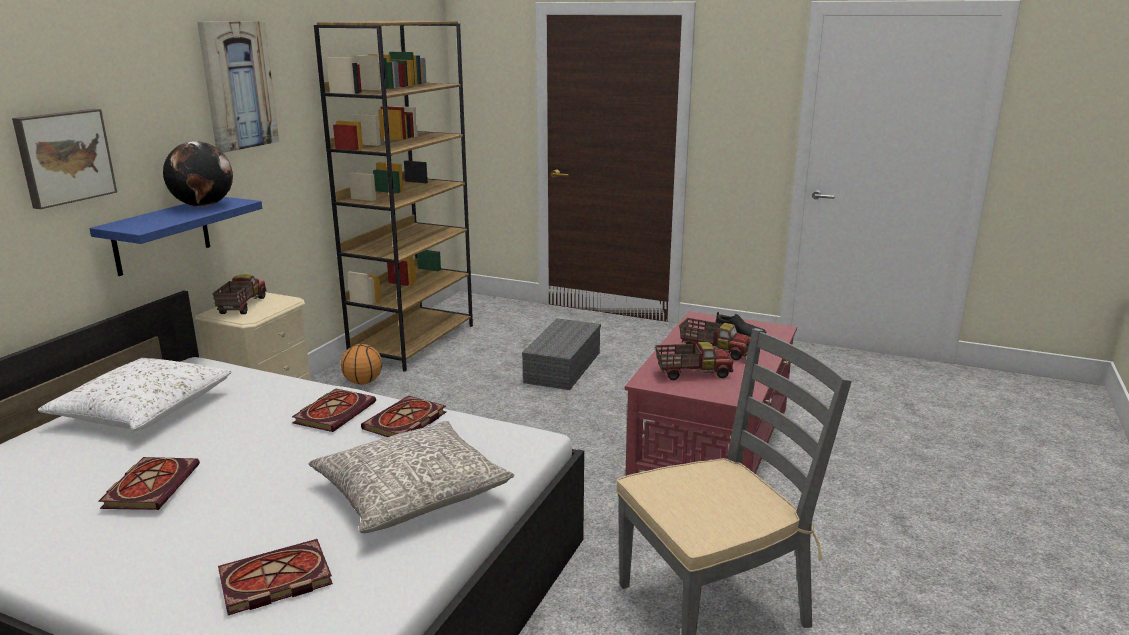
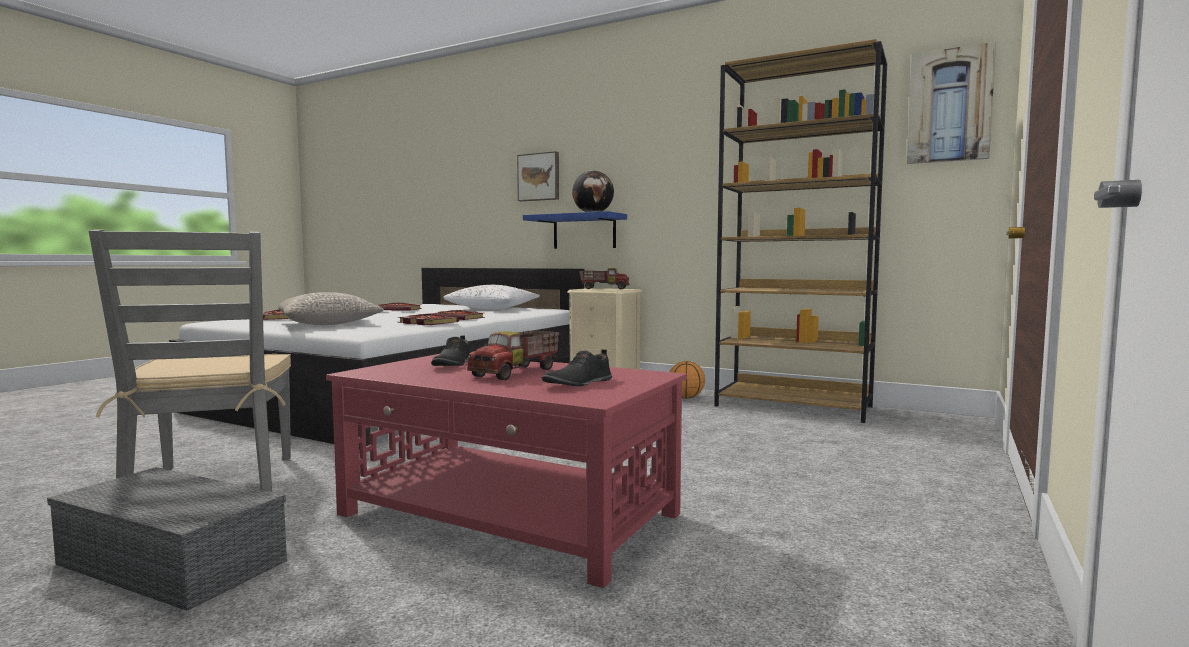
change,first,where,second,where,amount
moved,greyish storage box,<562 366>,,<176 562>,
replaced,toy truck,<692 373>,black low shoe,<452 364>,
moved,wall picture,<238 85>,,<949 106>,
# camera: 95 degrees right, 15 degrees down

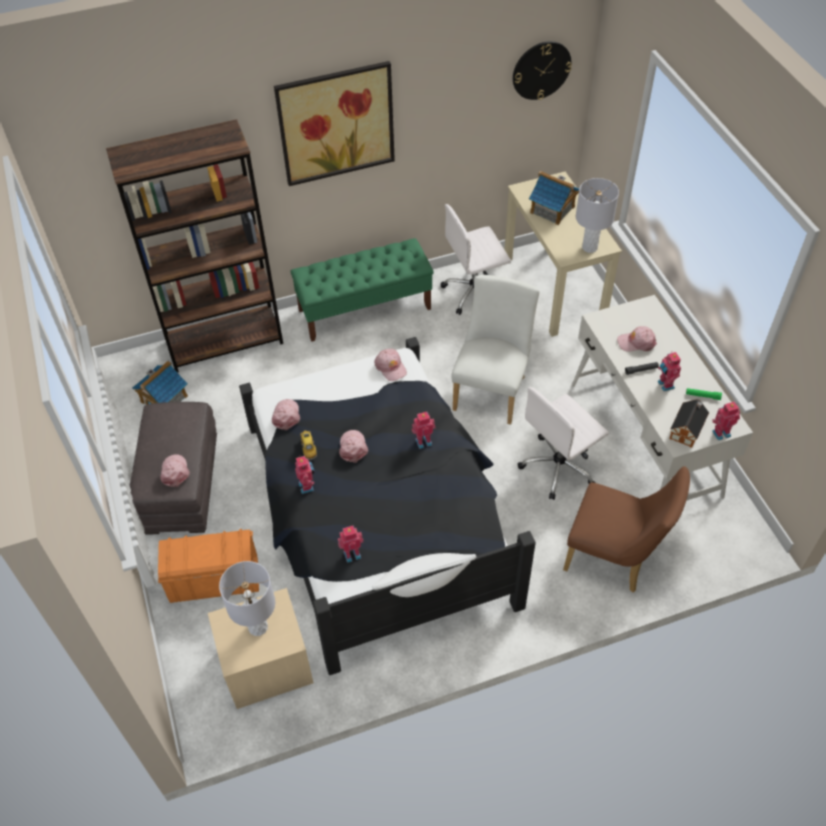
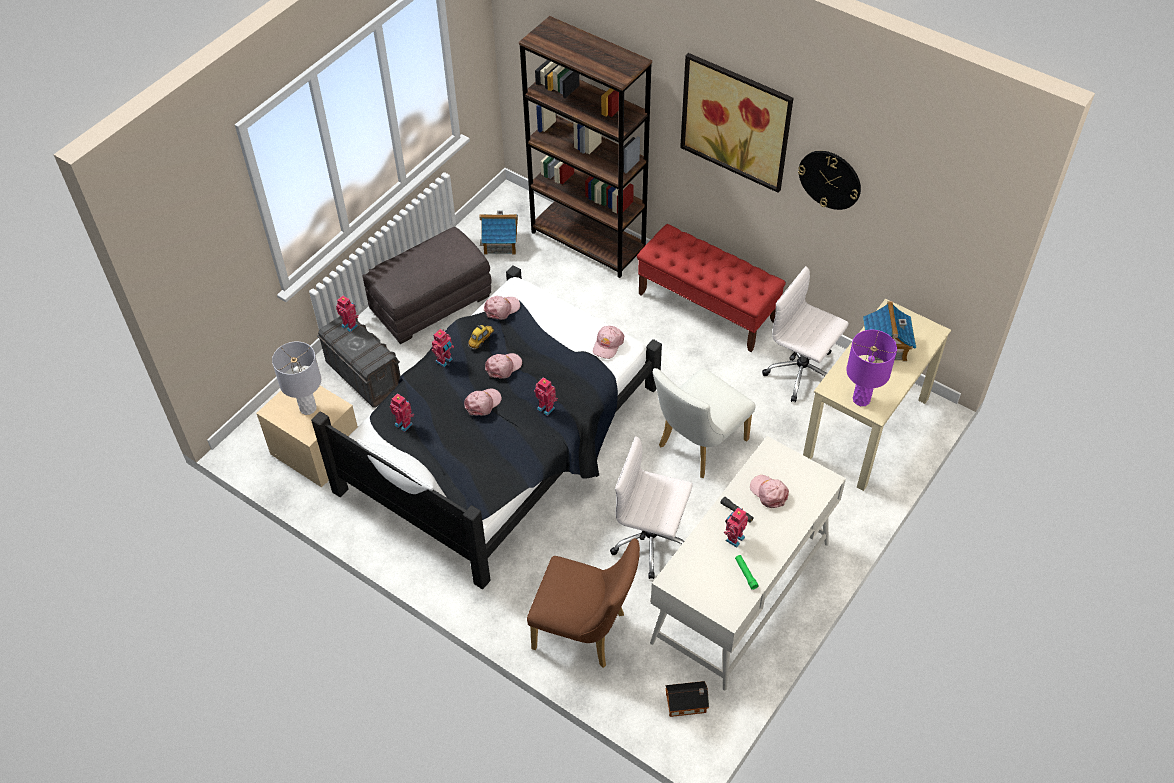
change,first,where,second,where,amount
recoloured,orange-coloured storage box,<214 580>,greyish storage box,<364 375>,
moved,model robot,<720 432>,,<350 325>,
moved,pinkish baseball cap,<175 472>,,<483 403>,
turned,brown chair,<614 558>,,<586 632>,60 degrees counterclockwise
recoloured,greenish bench,<365 309>,red-coloured bench,<707 307>,
turned,white-coloured chair,<492 389>,,<697 446>,150 degrees clockwise
moved,miniature house,<687 429>,,<687 703>,
moved,hanging clock,<541 70>,,<830 179>,
recoloured,greyish lamp for a table,<590 247>,purple lamp for a table,<861 399>,
# camera: 55 degrees right, 0 degrees up

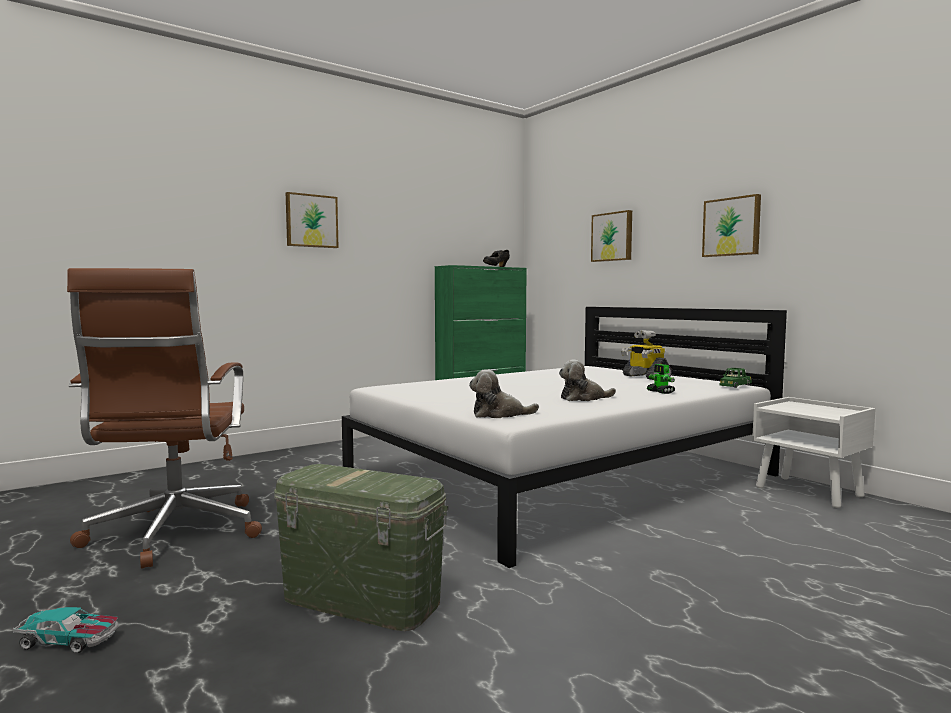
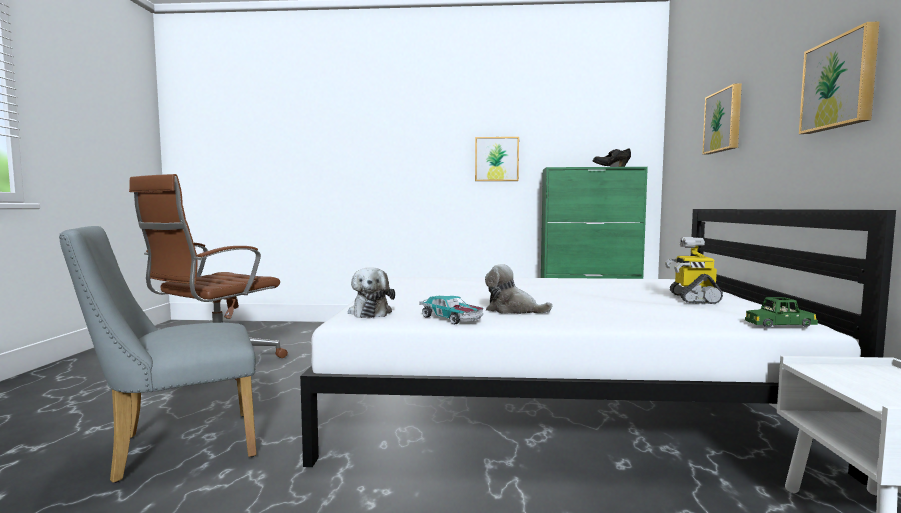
change,first,where,second,where,amount
replaced,greenish storage box,<360 600>,greyish chair,<175 448>,
turned,plush toy,<499 414>,,<370 312>,135 degrees counterclockwise
moved,model car,<69 640>,,<451 318>,
moved,wall picture,<311 221>,,<496 159>,
removed,model robot,<660 392>,,,
# camera: 40 degrees right, 0 degrees up

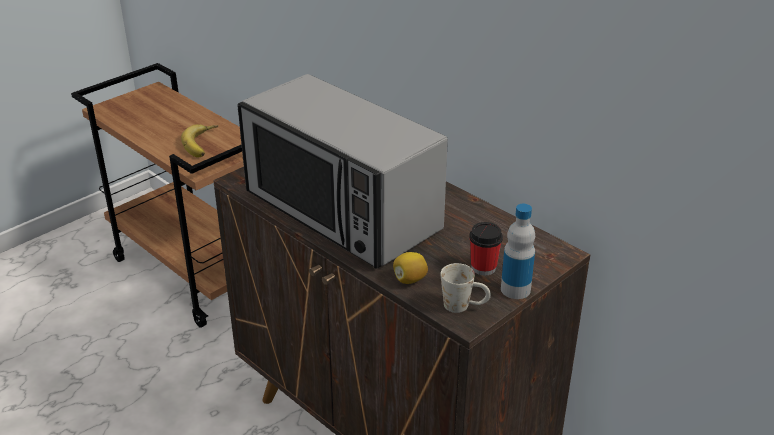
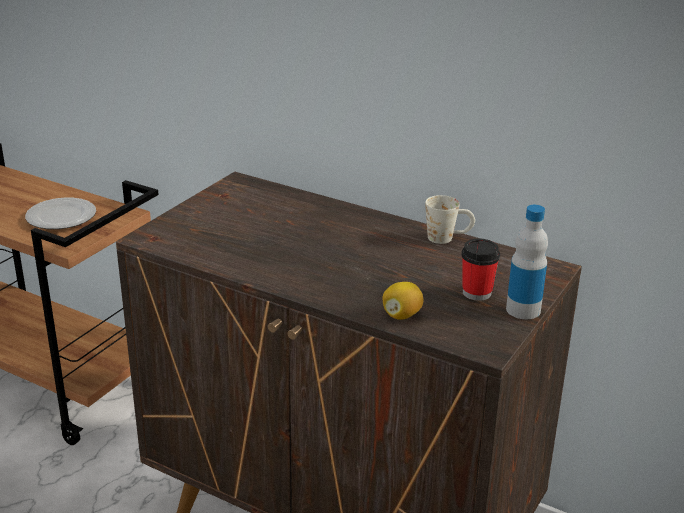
change,first,where,second,where,amount
replaced,whole banana,<204 144>,plate,<62 217>,
moved,white-coloured tea mug,<464 306>,,<448 238>,
removed,microwave,<341 212>,,,
# camera: 15 degrees left, 5 degrees down

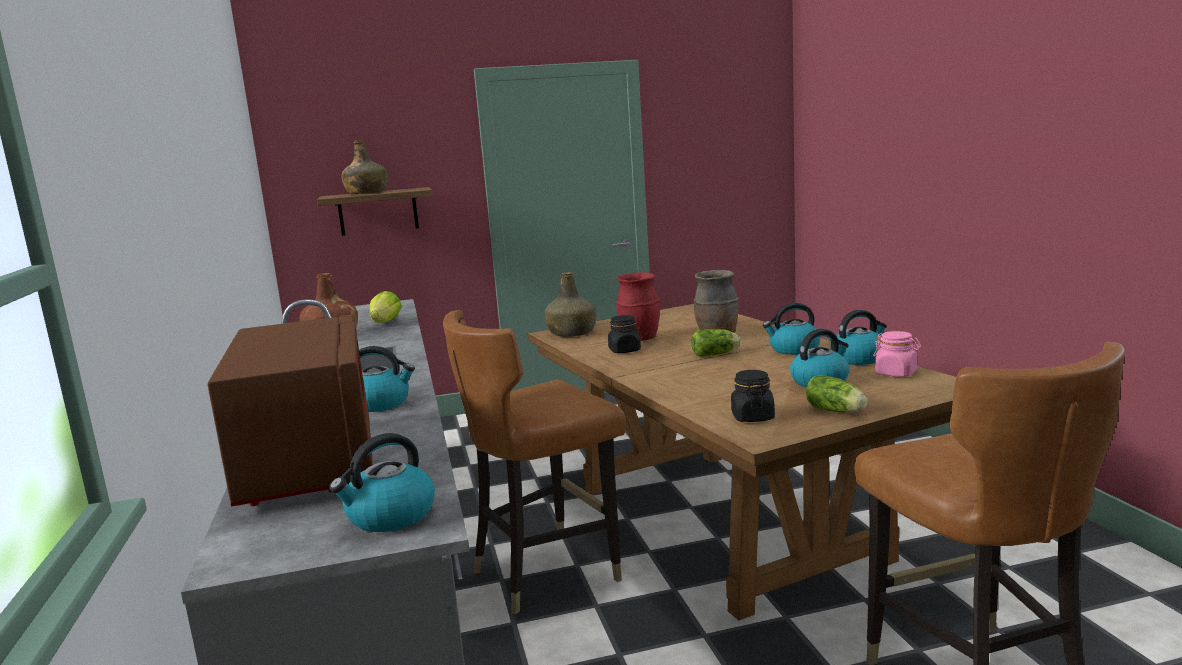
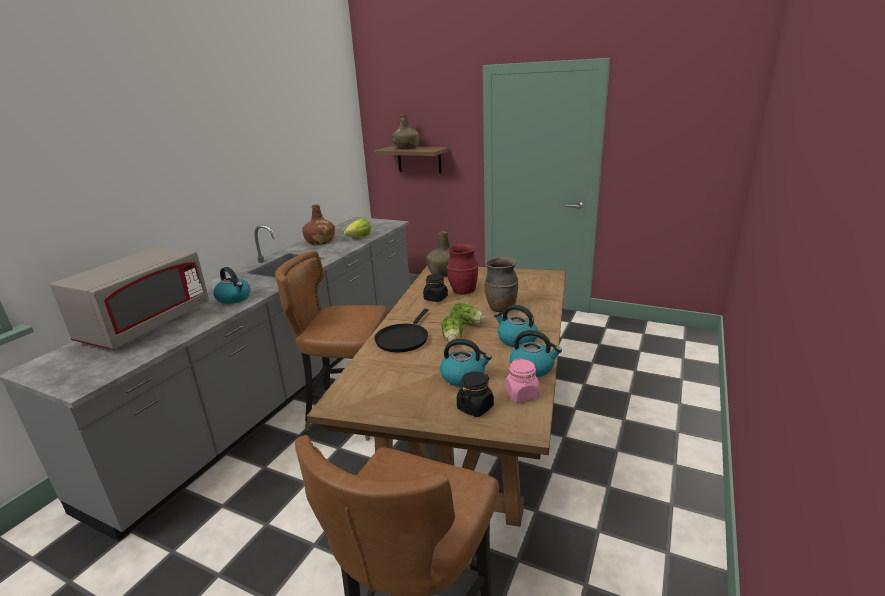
change,first,where,second,where,amount
recoloured,brown microwave,<310 461>,greyish microwave,<147 324>,
added,,,black pan,<403 339>,
moved,head of lettuce,<837 411>,,<452 339>,
moved,black jar,<752 417>,,<475 407>,
removed,kettle,<390 516>,,,
# camera: 40 degrees right, 10 degrees up

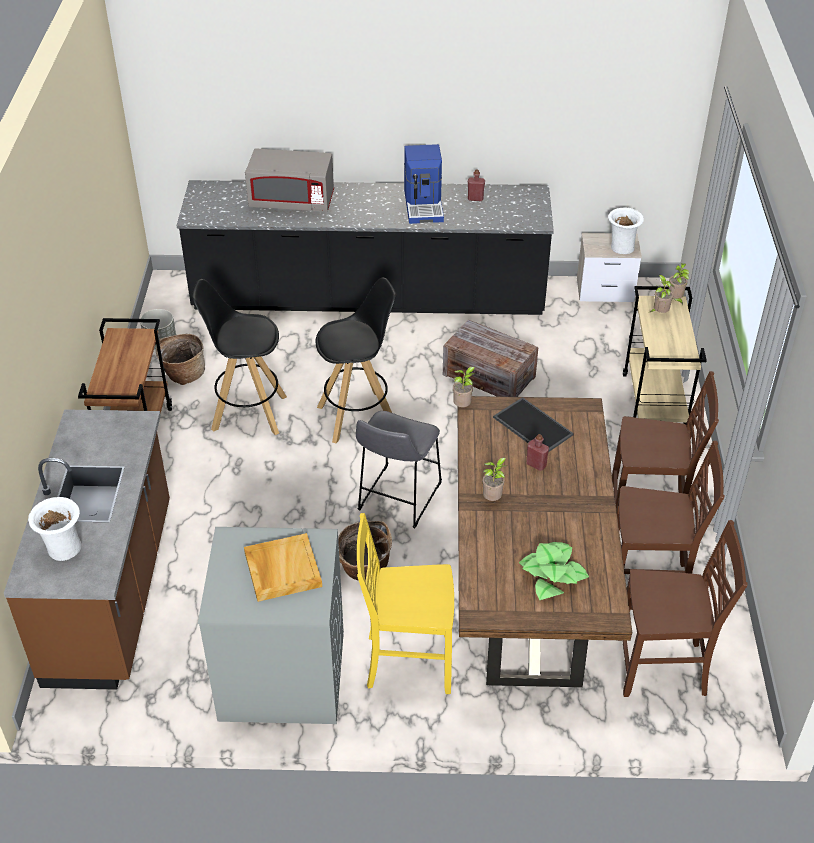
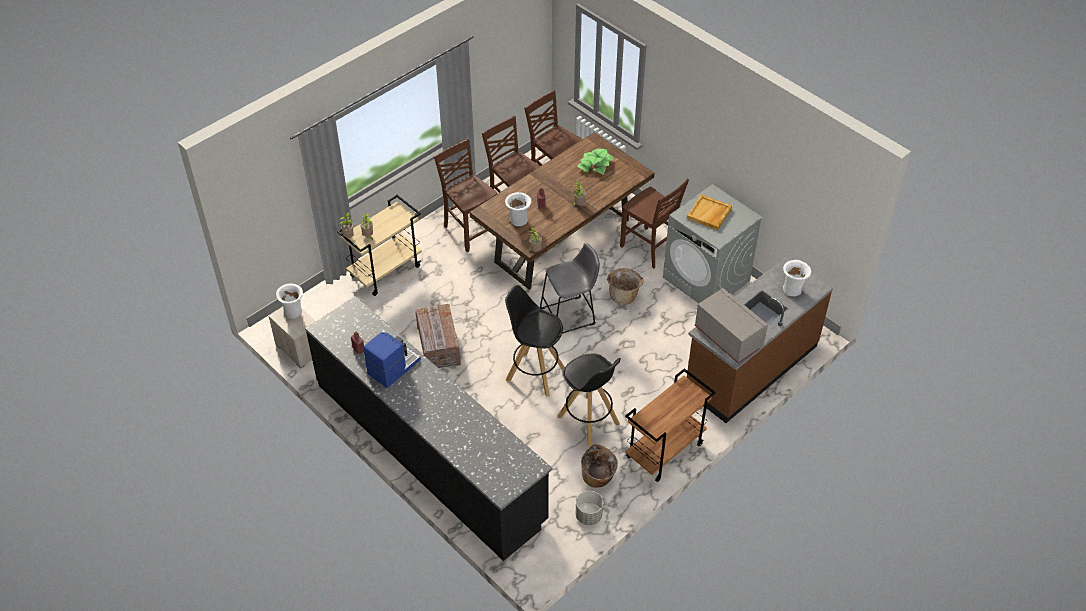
change,first,where,second,where,amount
replaced,serving tray,<531 426>,white-coloured vase,<518 221>,
recoloured,yellow-coloured chair,<407 662>,brown chair,<649 249>,
moved,greyish microwave,<292 201>,,<728 337>,
# camera: 135 degrees left, 5 degrees up

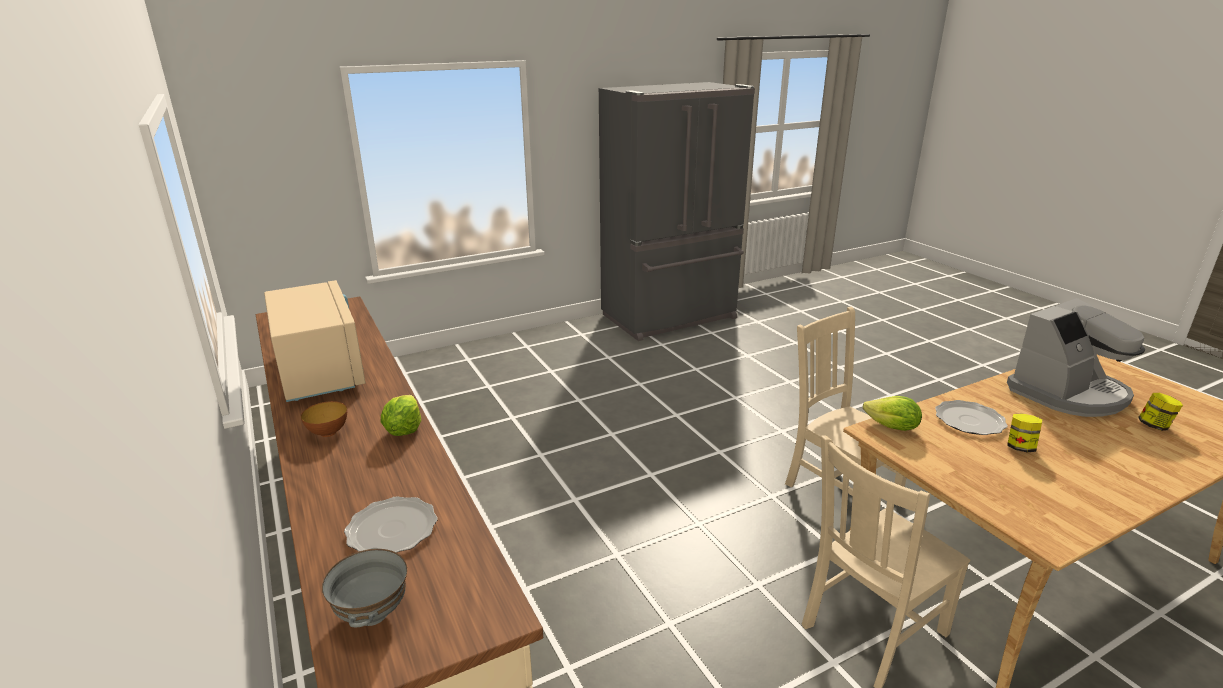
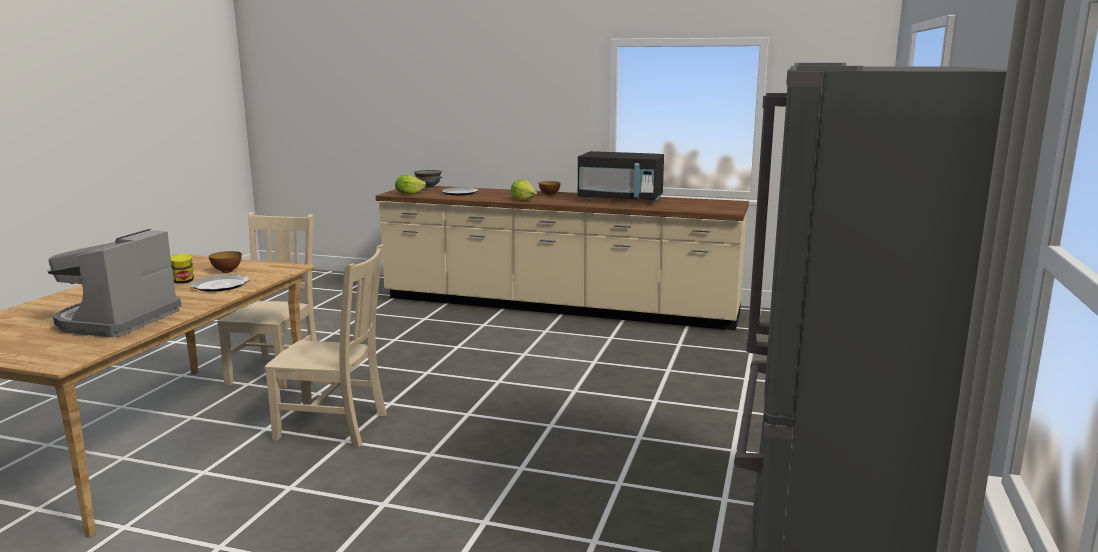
change,first,where,second,where,amount
added,,,bowl,<227 271>,
moved,head of lettuce,<892 427>,,<409 194>,
recoloured,beige microwave,<321 371>,black microwave,<620 199>,
removed,jar,<1154 426>,,,
# camera: 135 degrees right, 10 degrees down

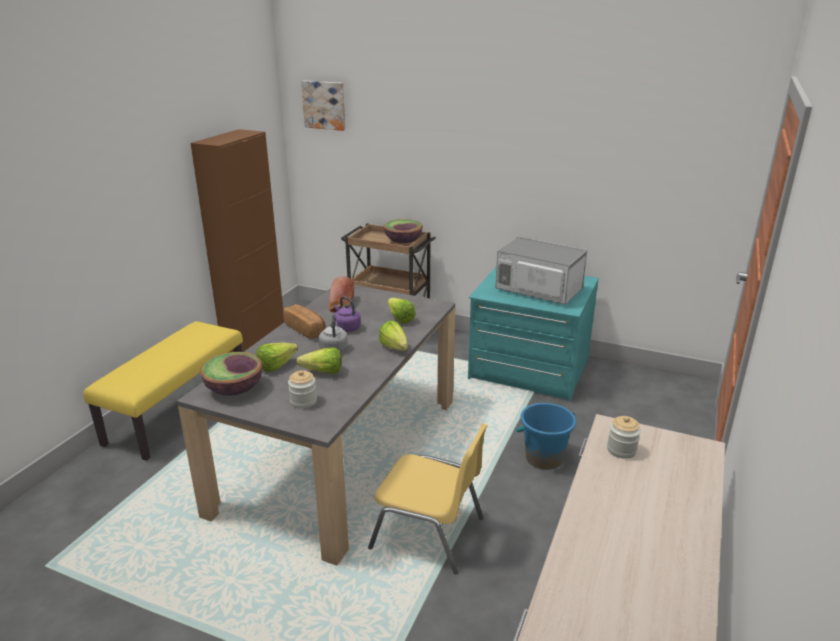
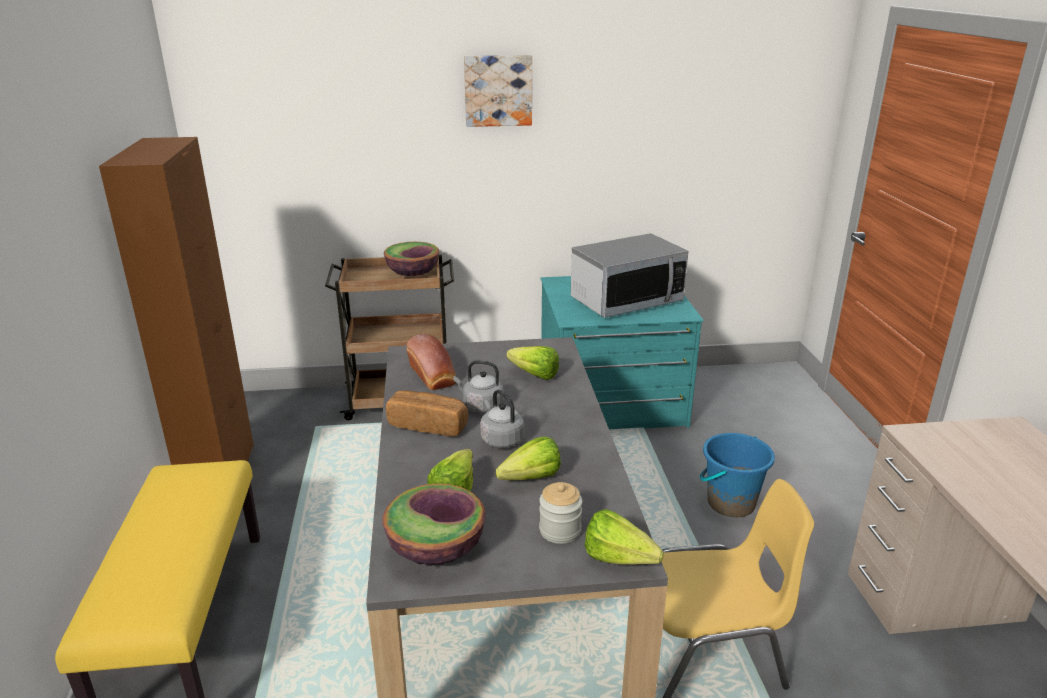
change,first,where,second,where,amount
recoloured,purple kettle,<346 327>,greyish kettle,<481 406>,
moved,wall picture,<325 105>,,<498 90>,
turned,microwave,<538 291>,,<626 301>,150 degrees clockwise
moved,head of lettuce,<395 349>,,<623 562>,
removed,jar,<621 450>,,,
# camera: 30 degrees left, 0 degrees up

